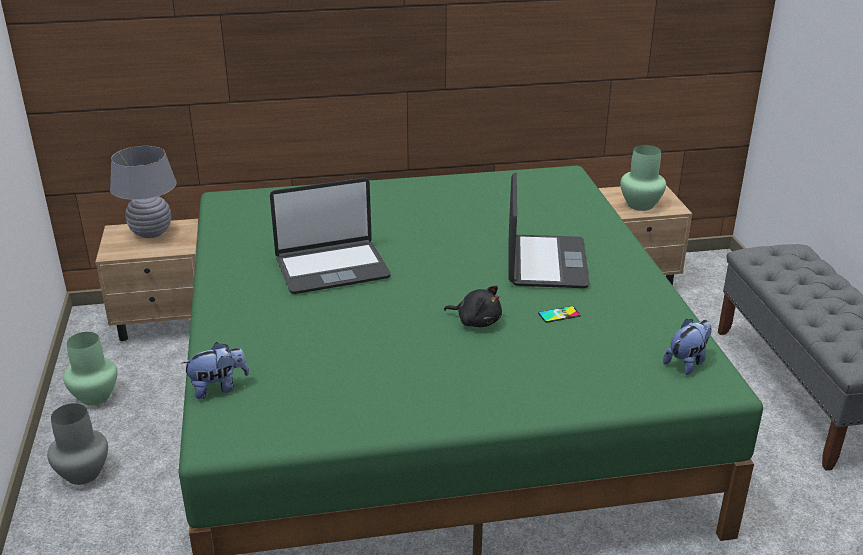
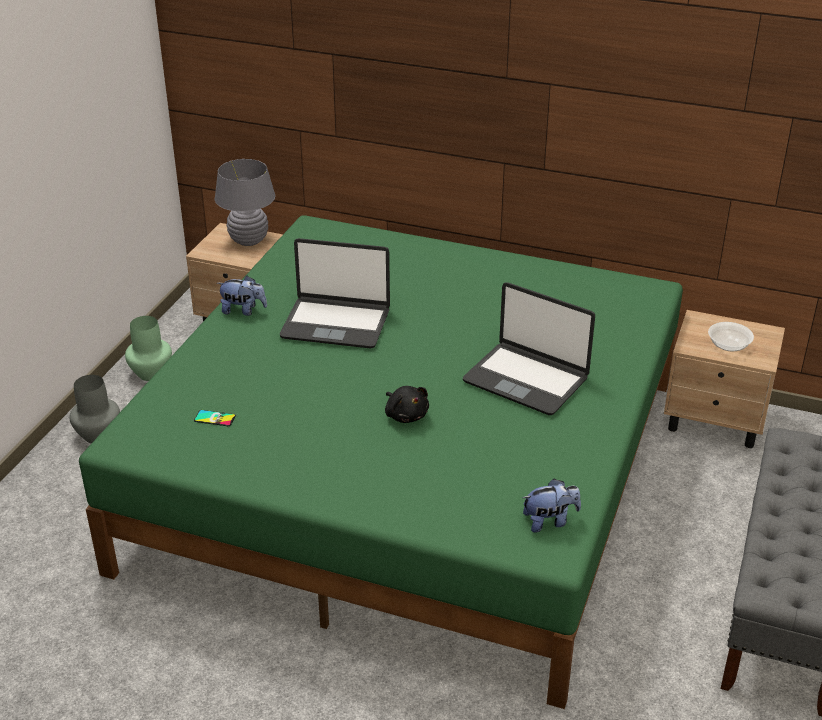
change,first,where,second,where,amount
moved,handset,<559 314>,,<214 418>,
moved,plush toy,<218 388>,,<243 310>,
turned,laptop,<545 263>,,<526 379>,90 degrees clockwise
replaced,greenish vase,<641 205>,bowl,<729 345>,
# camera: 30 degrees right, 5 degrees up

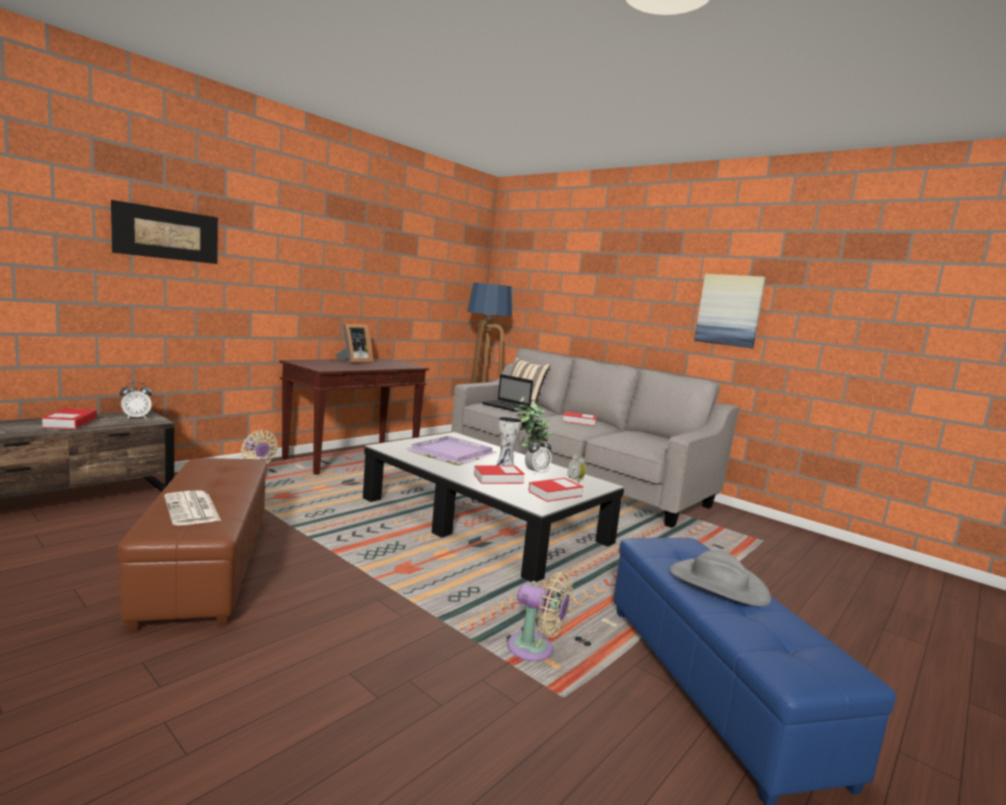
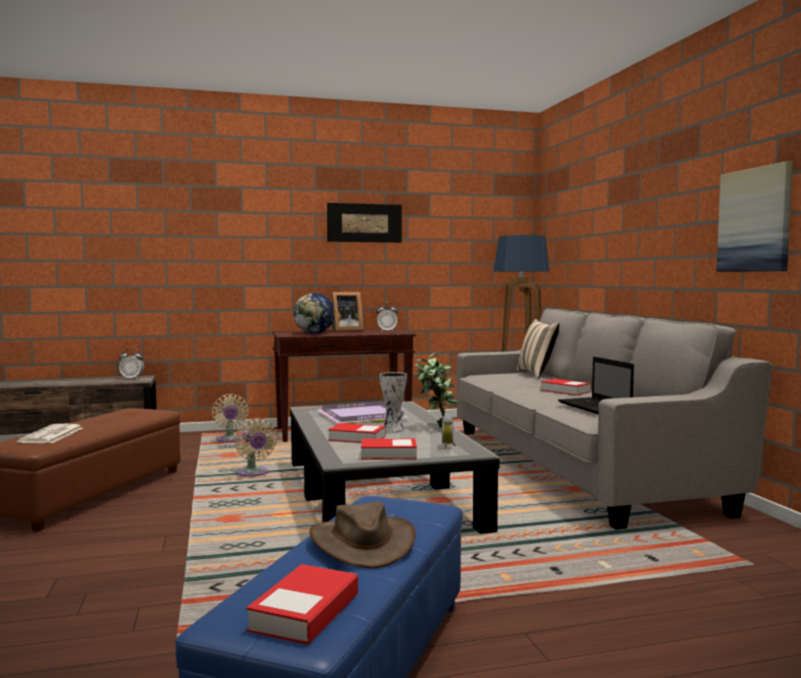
change,first,where,second,where,amount
moved,beige fan,<535 650>,,<253 473>,
moved,volume,<70 423>,,<305 612>,
added,,,world globe,<314 333>,
recoloured,greyish wearable hat,<717 584>,brown wearable hat,<362 543>,
moved,wall picture,<167 234>,,<364 223>,
moved,alarm clock,<536 472>,,<387 331>,
moved,laptop,<507 407>,,<596 407>,
# camera: 35 degrees right, 5 degrees down

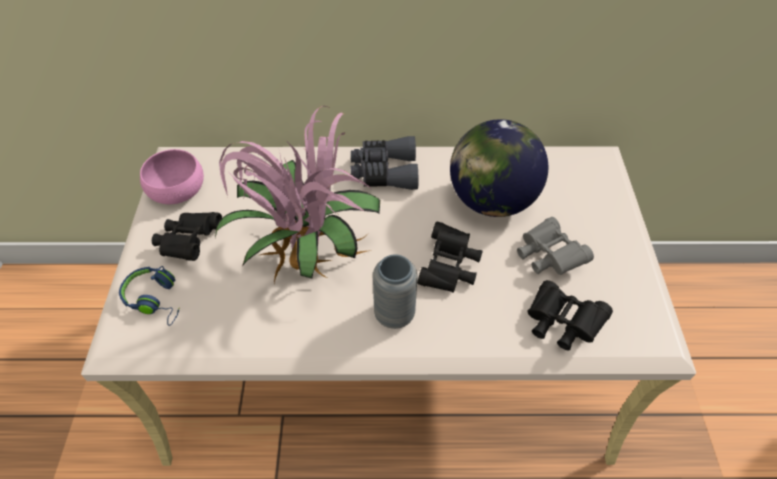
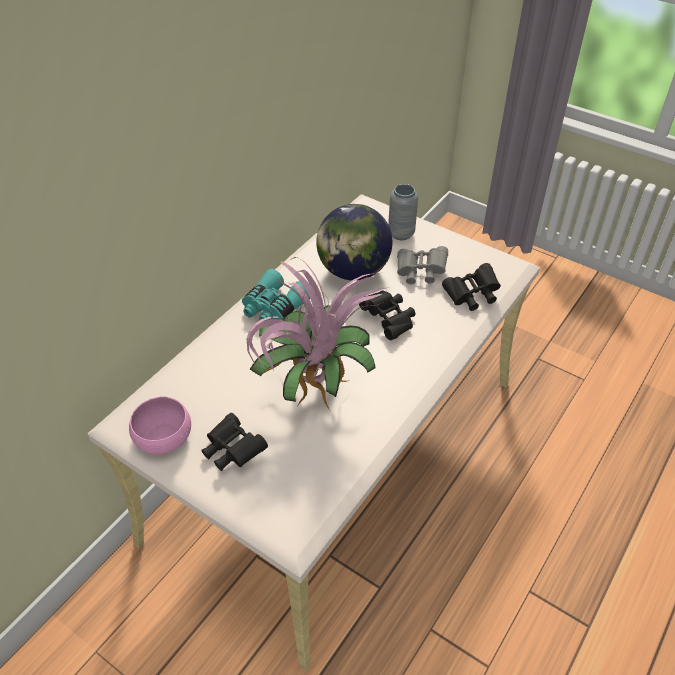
change,first,where,second,where,amount
recoloured,greyish pair of binoculars,<384 172>,turquoise pair of binoculars,<273 307>,
moved,greyish vase,<394 315>,,<401 234>,
removed,blue headset,<156 299>,,,
# camera: 55 degrees left, 5 degrees down

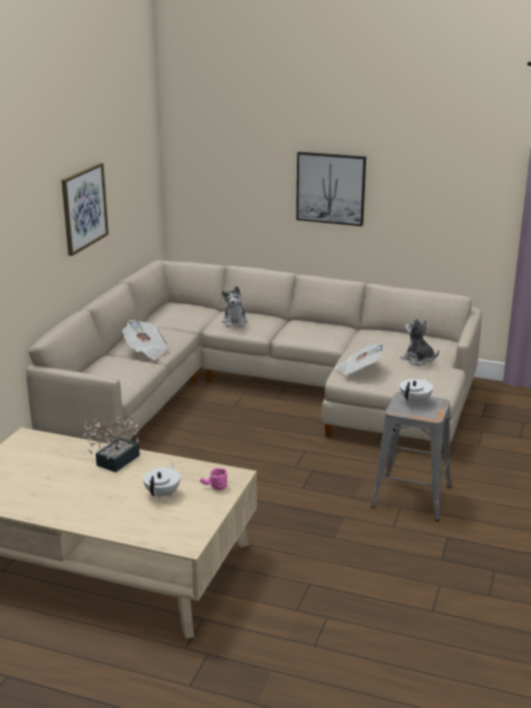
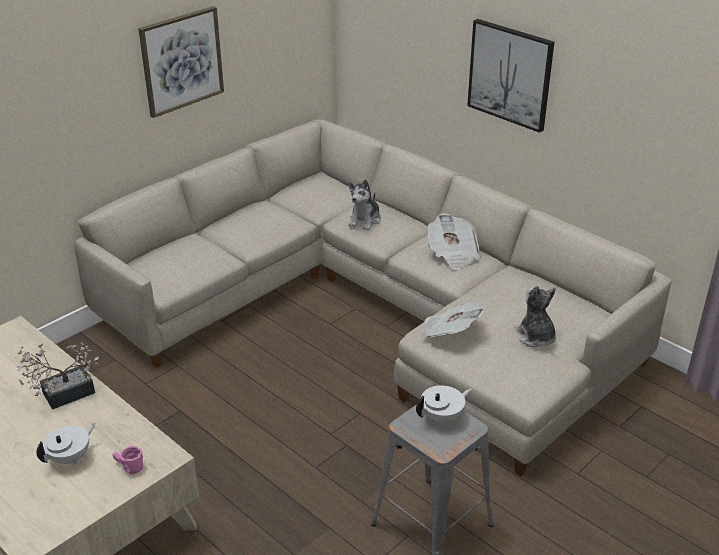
change,first,where,second,where,amount
moved,printed paper,<146 350>,,<452 254>,
# camera: 25 degrees right, 10 degrees up

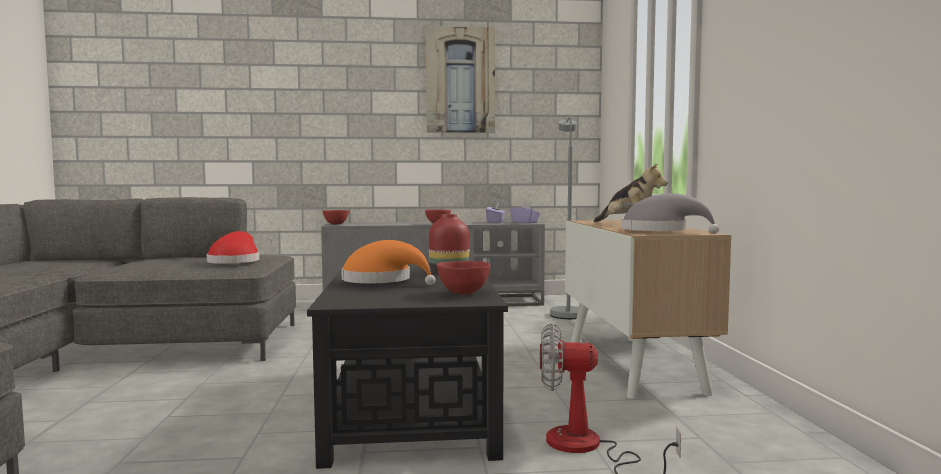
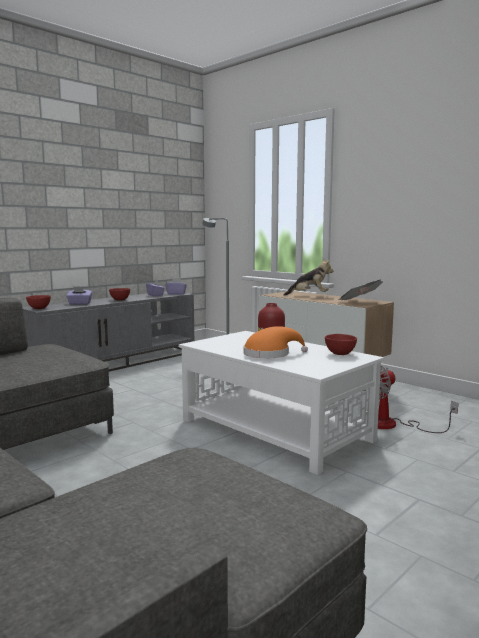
change,first,where,second,where,amount
added,,,purple tissue holder,<79 304>,
recoloured,black coffee table,<412 403>,white-coloured coffee table,<274 429>,
replaced,greyish wearable hat,<660 231>,printed paper,<359 302>,
removed,red-coloured wearable hat,<235 262>,,,
removed,wall picture,<460 80>,,,
# camera: 40 degrees left, 5 degrees up

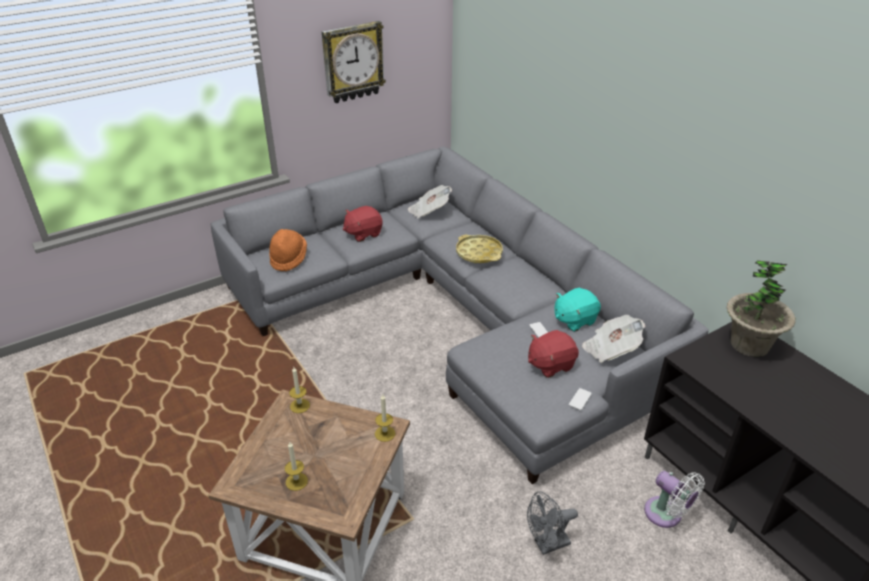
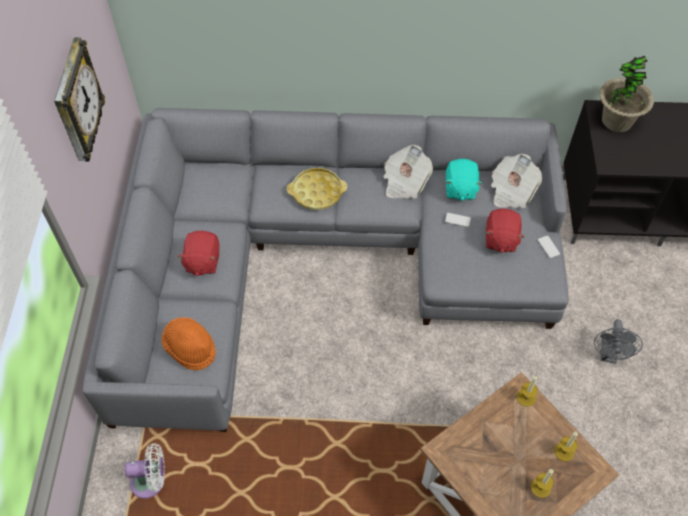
change,first,where,second,where,amount
moved,white-coloured fan,<666 515>,,<151 482>,
moved,printed paper,<429 211>,,<404 182>,
moved,wax candle,<300 406>,,<564 451>,
# camera: 55 degrees left, 20 degrees up

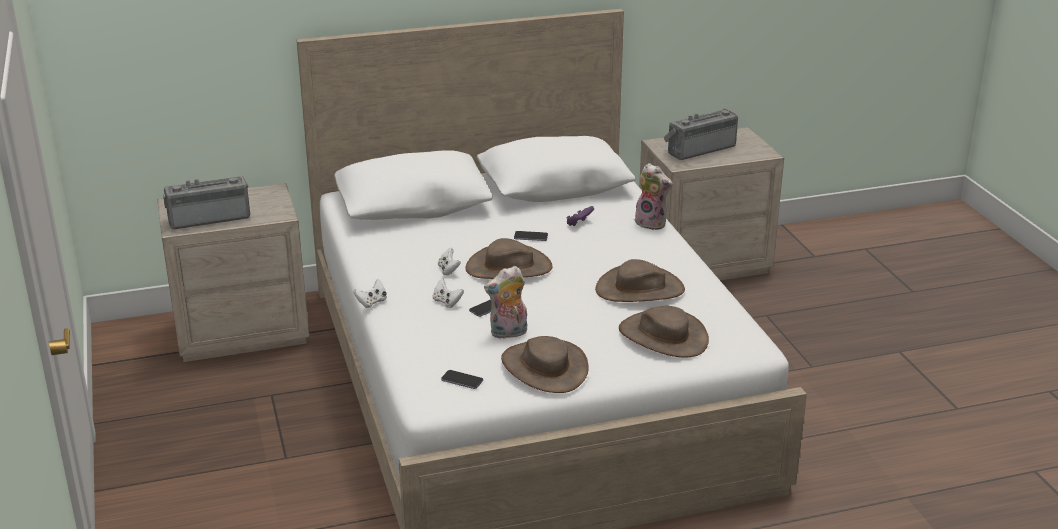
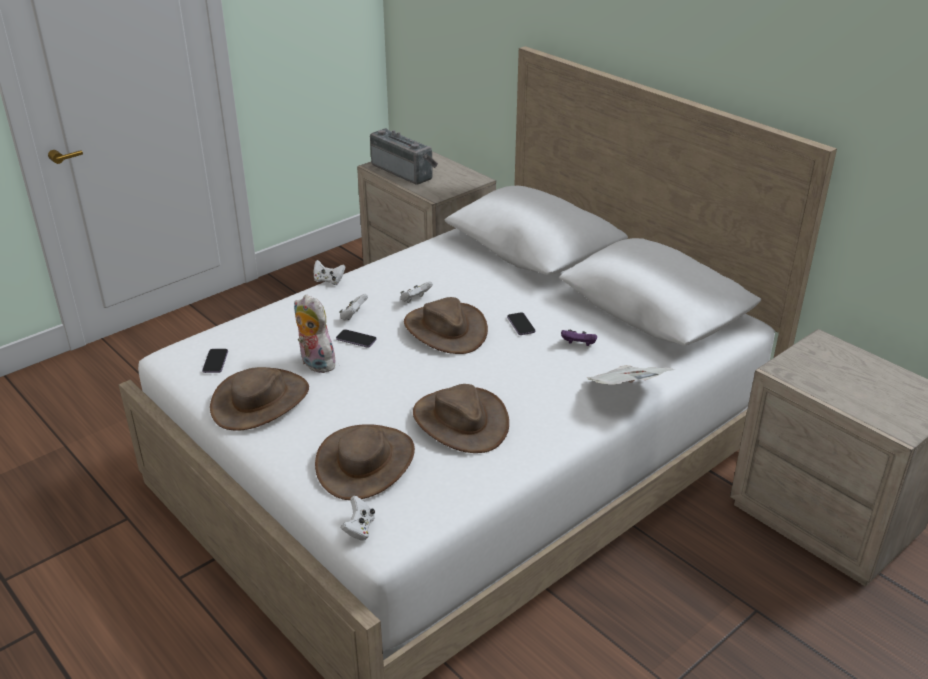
change,first,where,second,where,amount
added,,,white-coloured joypad,<359 529>,
replaced,plush toy,<652 223>,printed paper,<627 392>,
removed,radio,<699 149>,,,
# camera: 65 degrees right, 5 degrees up

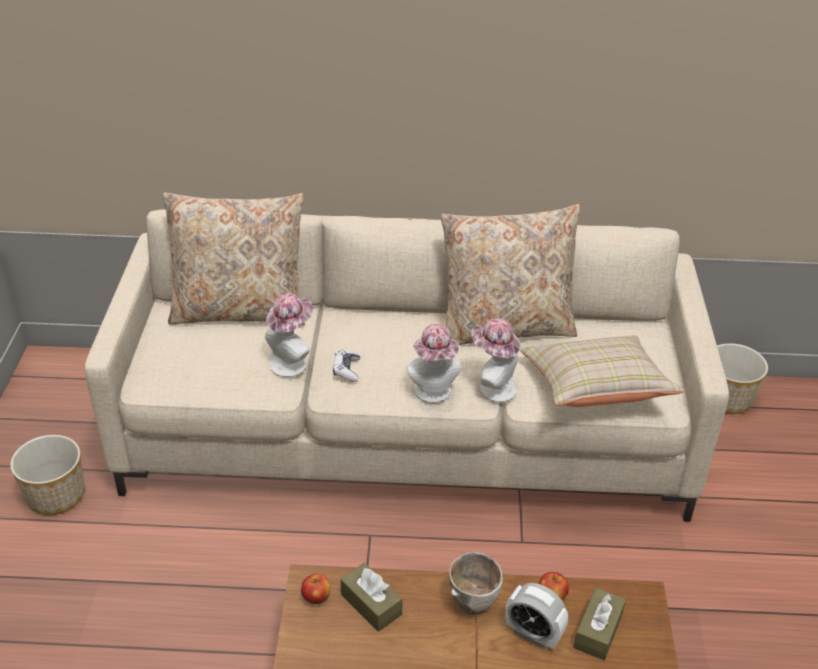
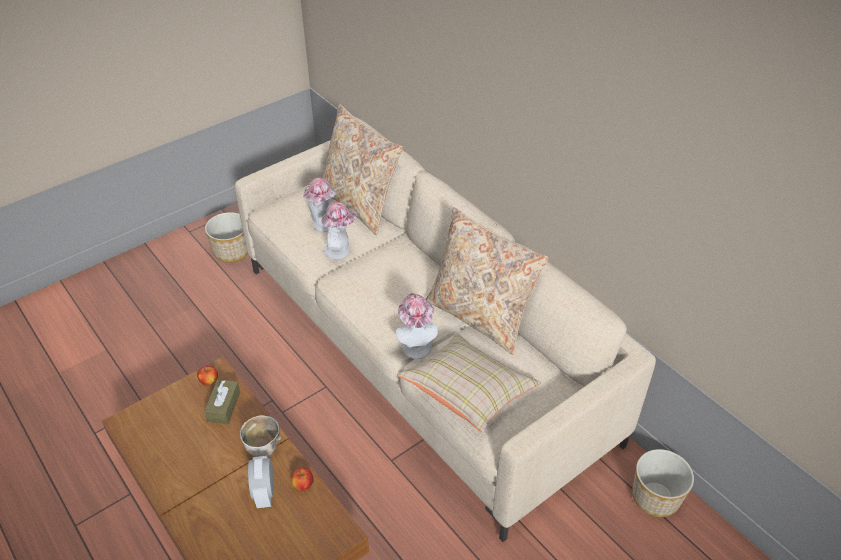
change,first,where,second,where,amount
moved,wearable hat,<434 393>,,<323 225>,
removed,joypad,<346 370>,,,
removed,brown tissue holder,<598 631>,,,
# camera: 50 degrees right, 5 degrees up

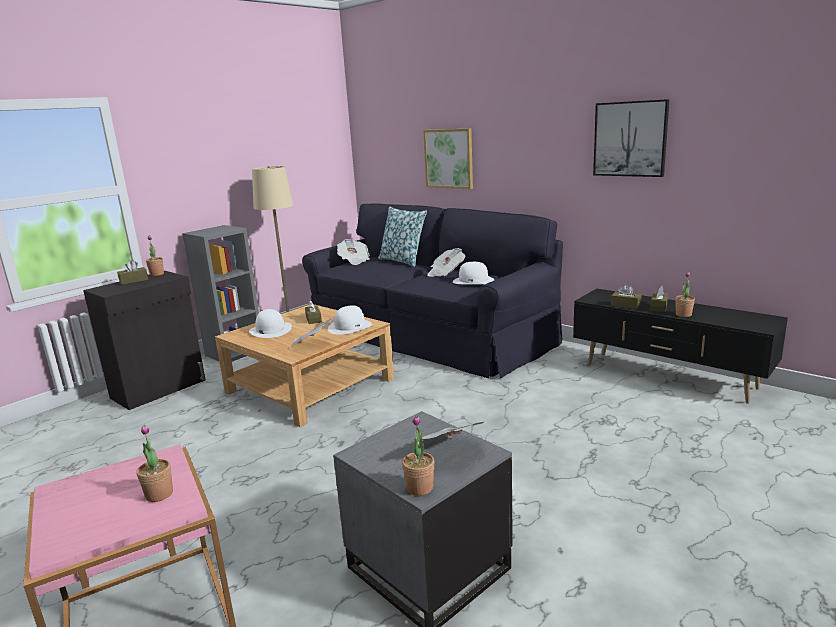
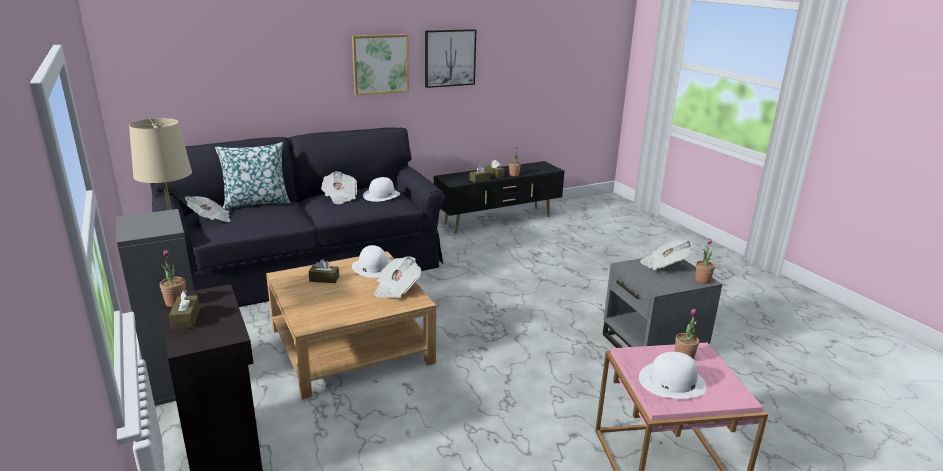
change,first,where,second,where,amount
moved,wall picture,<449 158>,,<380 64>,
moved,white-coloured wearable hat,<270 330>,,<672 382>,
# camera: 70 degrees left, 5 degrees up

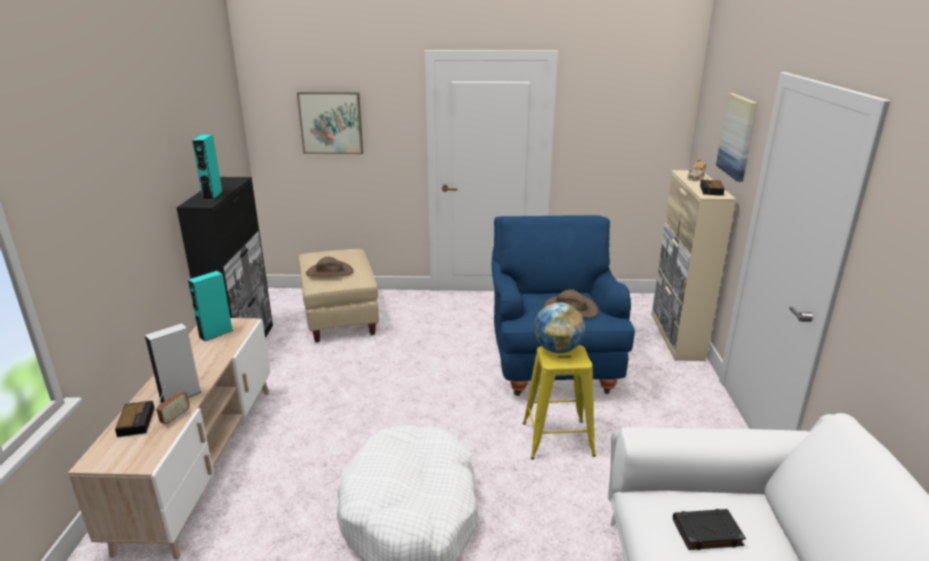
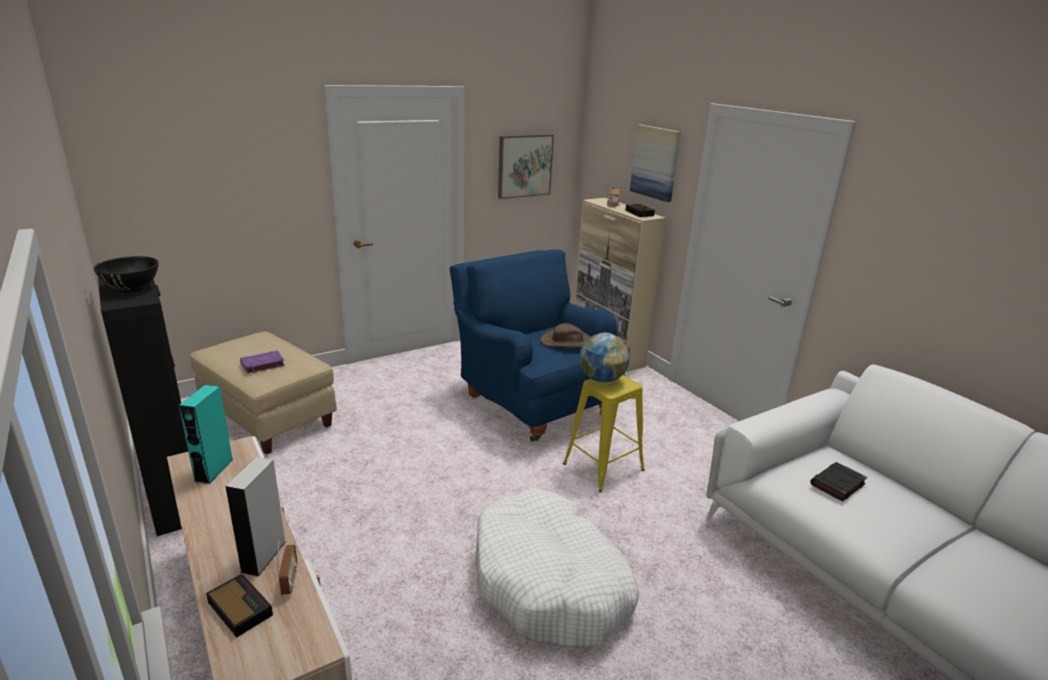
change,first,where,second,where,amount
replaced,turquoise loudspeaker,<212 195>,black bowl,<132 288>,
replaced,brown wearable hat,<329 272>,purple volume,<262 365>,
moved,wall picture,<331 123>,,<524 166>,
# camera: 35 degrees left, 0 degrees up

